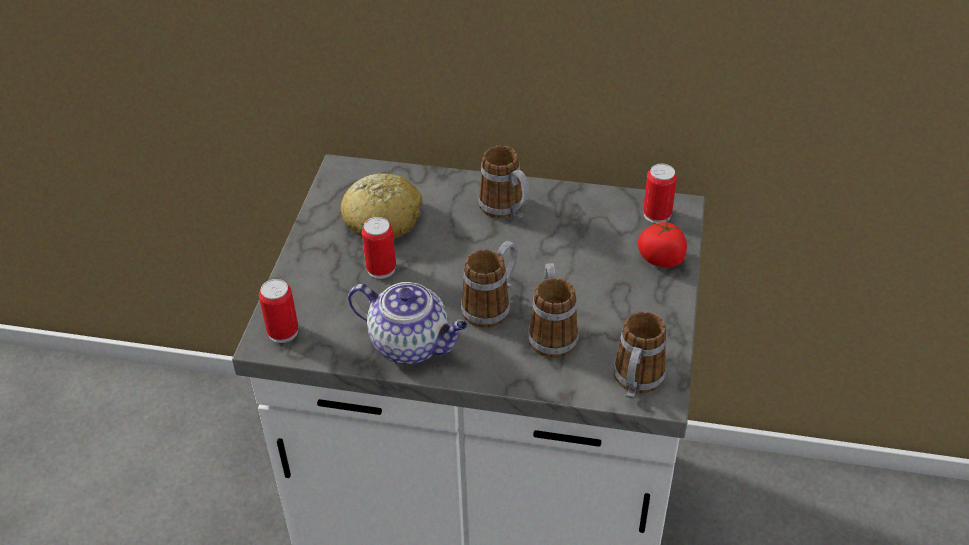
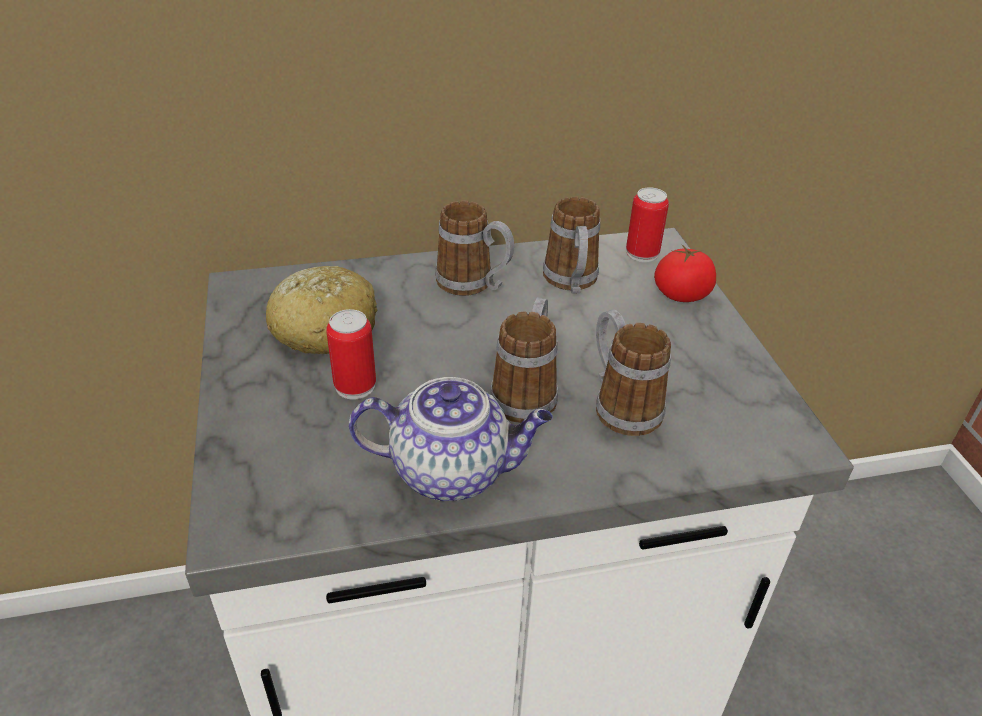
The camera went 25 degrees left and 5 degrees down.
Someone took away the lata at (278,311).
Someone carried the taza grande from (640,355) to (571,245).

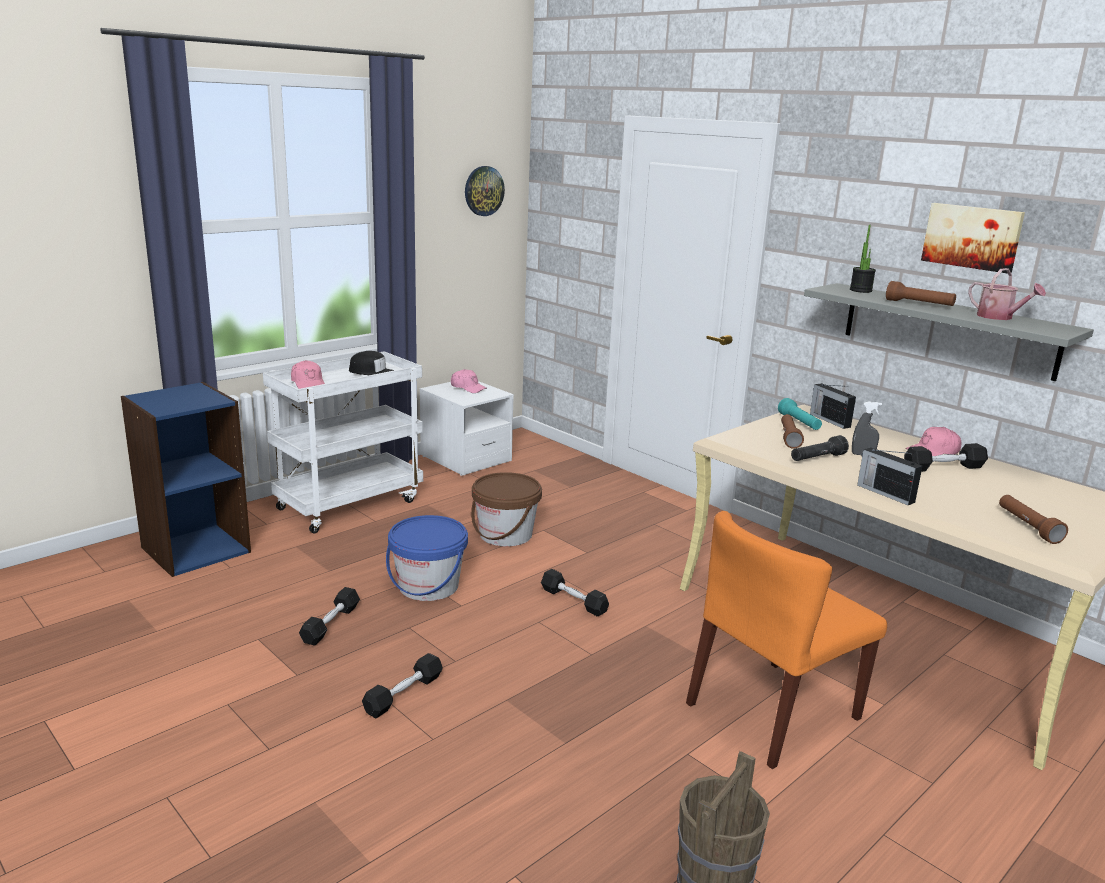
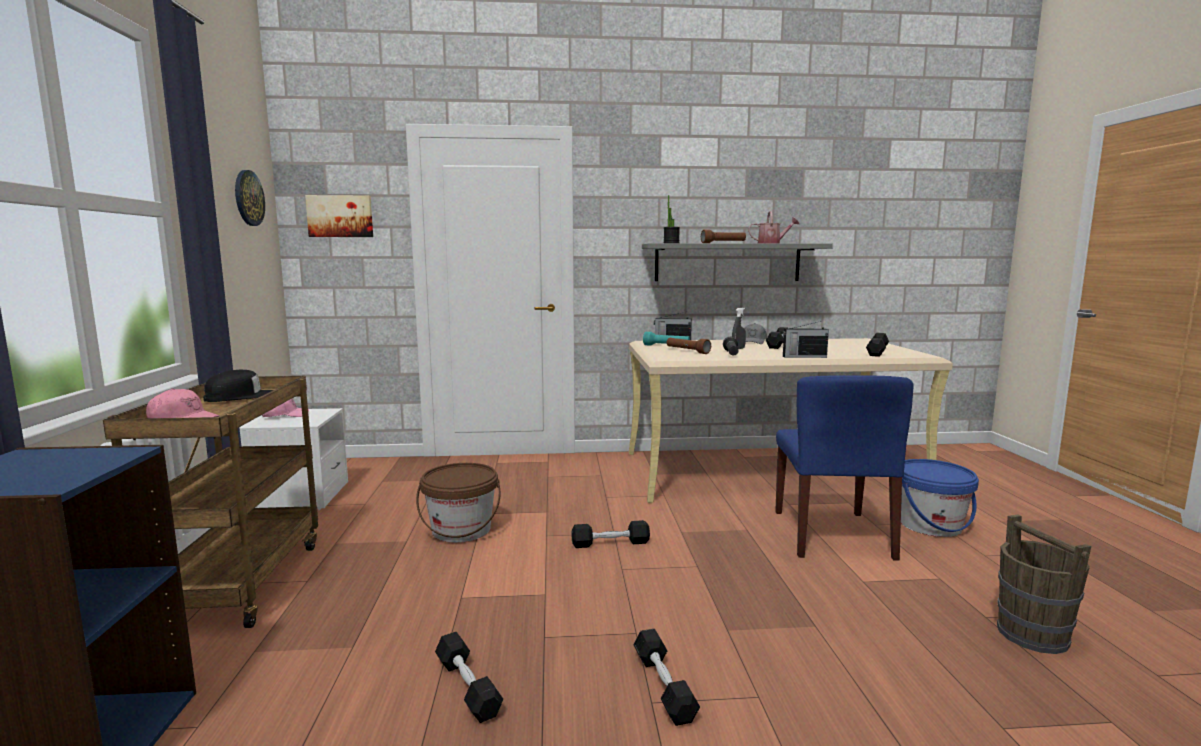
The camera went 50 degrees left and 10 degrees down.
Someone repainted the carrito/blanco at (343,442), which became the carrito/marrón at (210,502).
Someone carried the cubo/azul from (427,558) to (940,498).
Someone repainted the silla/naranja at (786,640), which became the silla/azul at (844,468).
Someone repainted the gorra/rosa at (933,441), which became the gorra/gris at (755,333).
Someone carried the cuadro from (973,238) to (339,216).
Someone swapped the linterna/marrón at (1033,519) for the mancuerna/negro at (877,345).

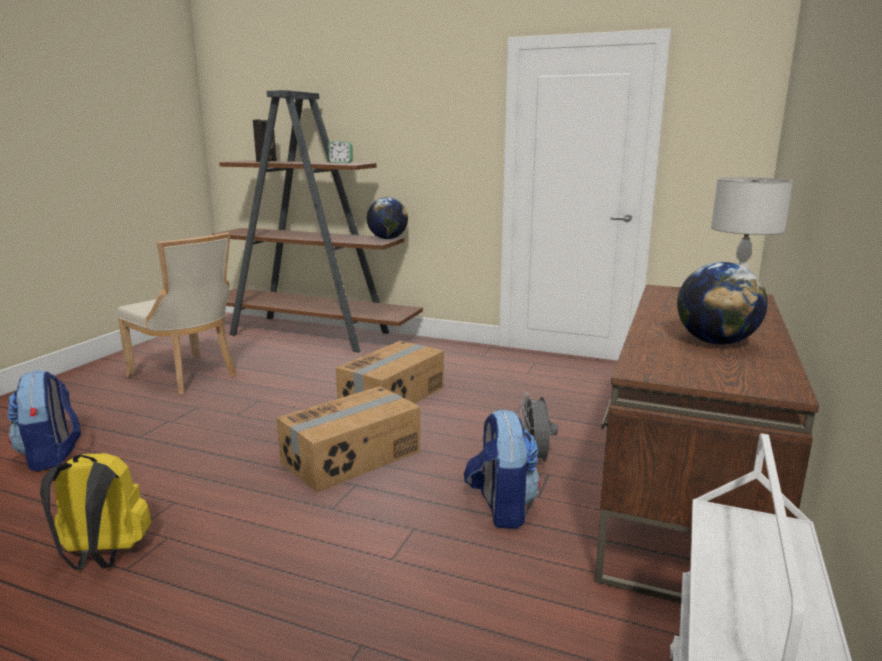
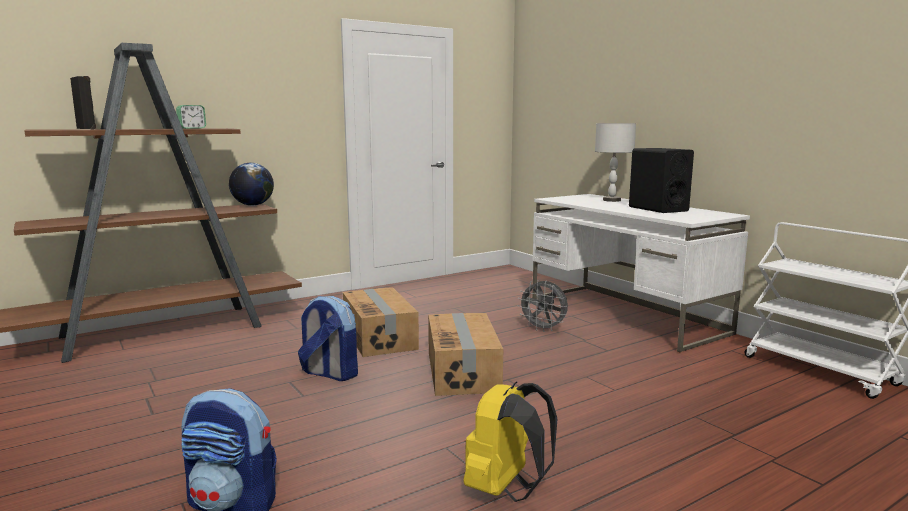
The camera went 55 degrees left and 5 degrees down.
Someone took away the silla/beis at (176,313).
Someone carried the mochila from (502,469) to (328,338).
Someone repainted the escritorio/marrón at (706,444), which became the escritorio/blanco at (641,273).
Someone swapped the globo terráqueo at (722,303) for the altavoz/negro at (661,180).

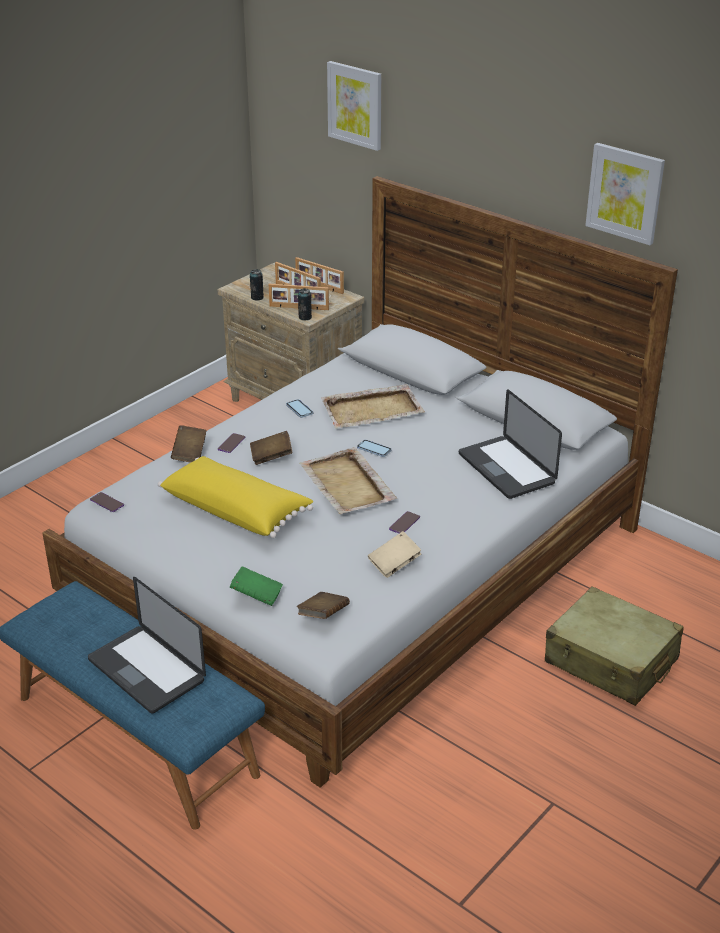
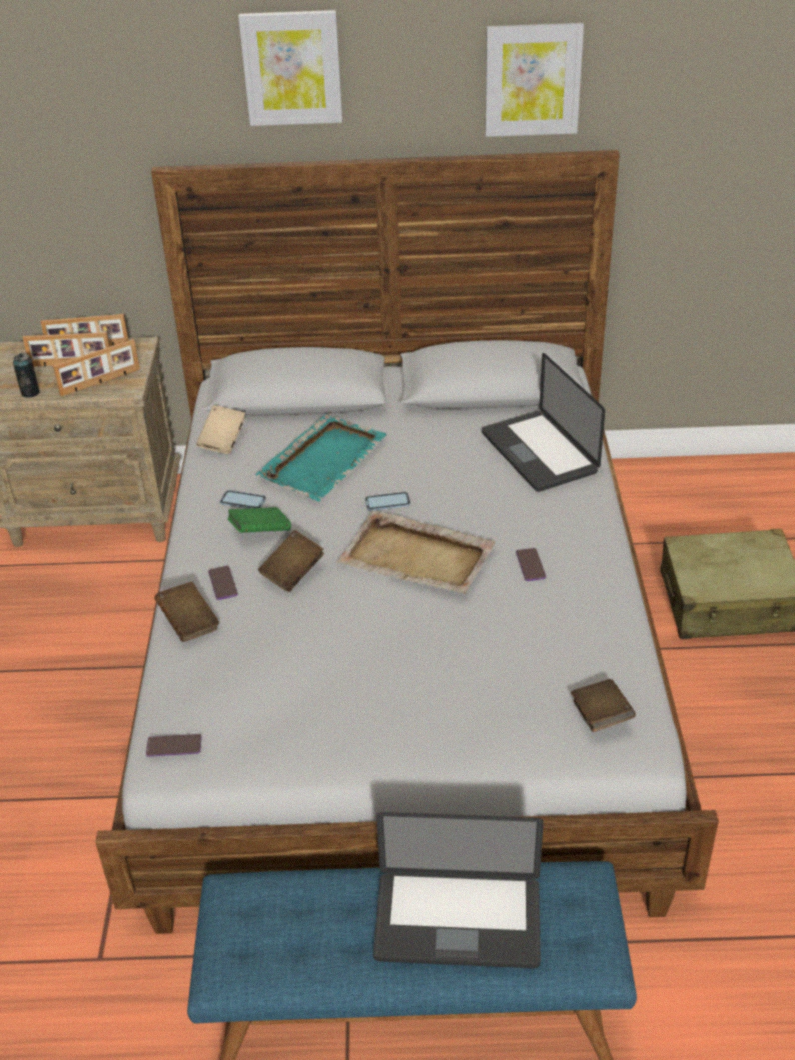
The camera went 40 degrees left and 5 degrees up.
Someone took away the cojín/amarillo at (235,497).
Someone carried the libro/verde from (256,586) to (259,520).
Someone took away the lata at (305,304).
Someone repainted the bandeja/beis at (373,406), which became the bandeja/turquesa at (321,457).
Someone carried the cuadro from (354,106) to (290,68).
Someone carried the libro/beis from (395,554) to (220,429).
Someone rotated the portátil at (510,444) by 45 degrees clockwise.

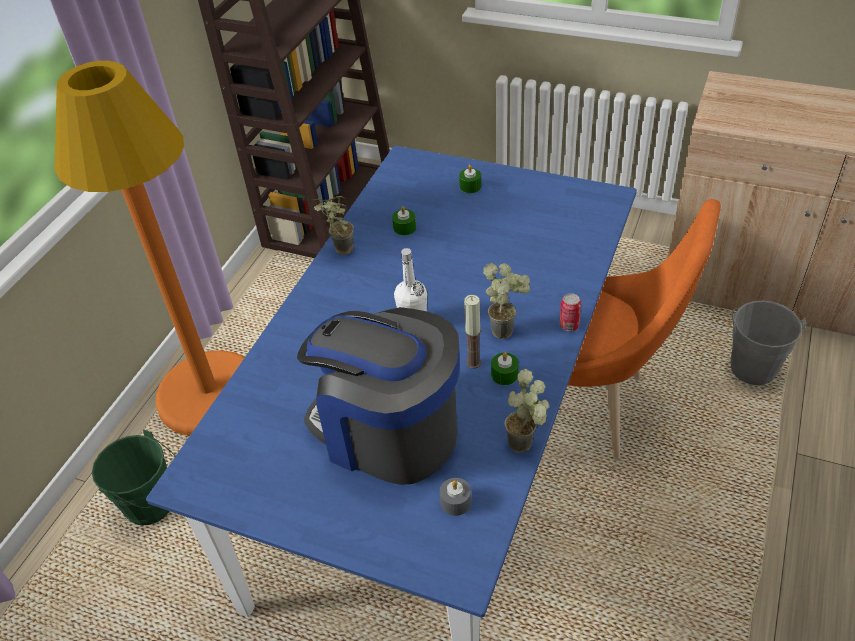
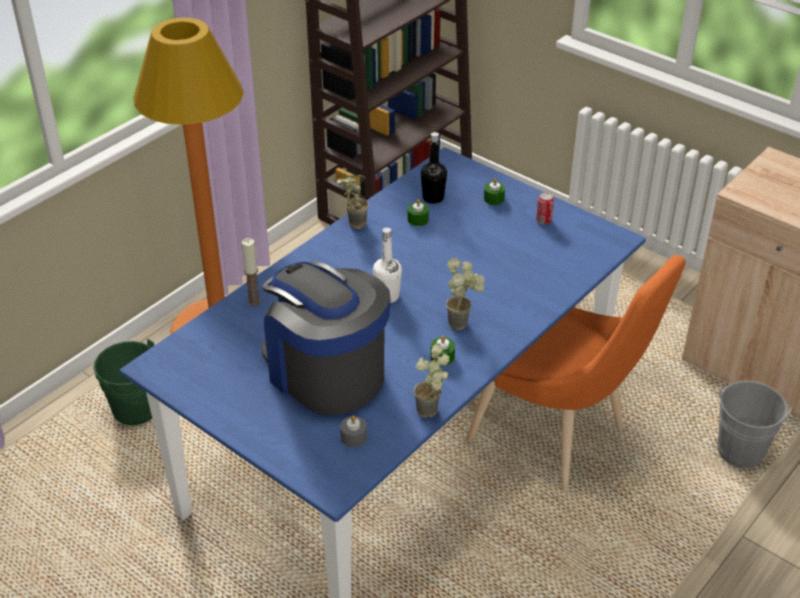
The camera went 15 degrees right and 5 degrees down.
Someone carried the vela from (473,332) to (251,272).
Someone carried the lata from (570,312) to (545,208).
Someone put down the botella/negro at (434,168).

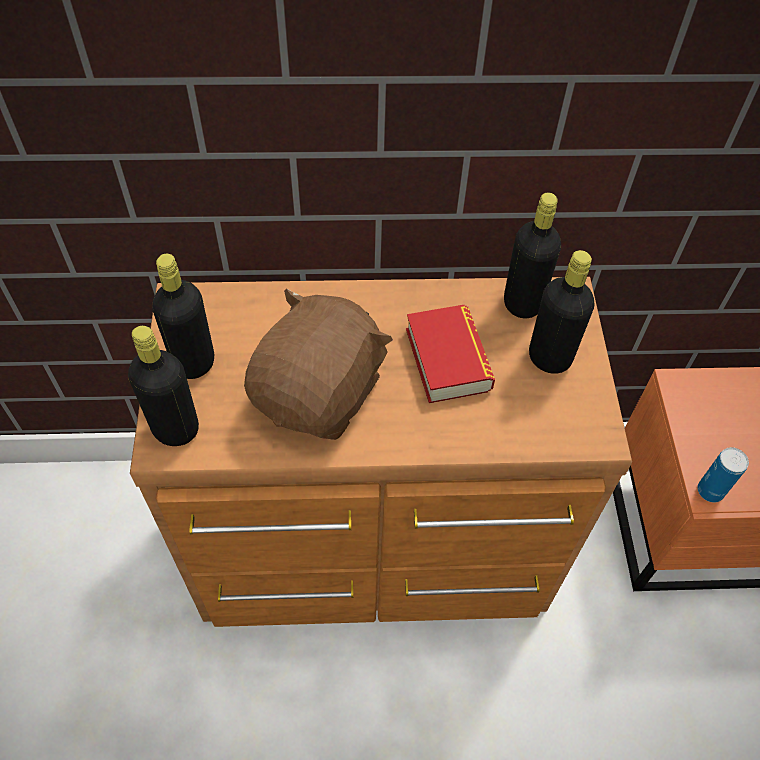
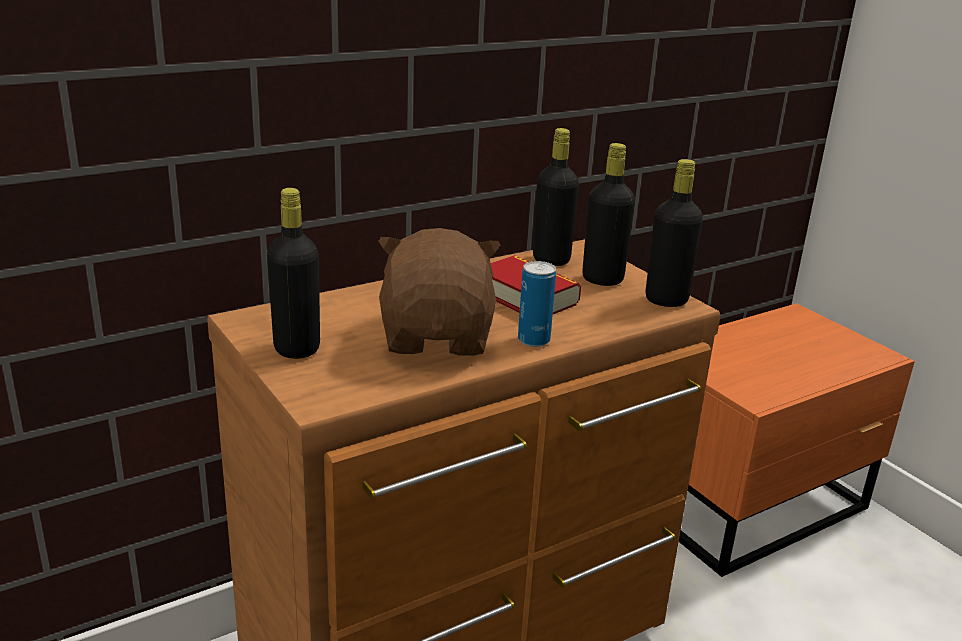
The camera went 30 degrees left and 30 degrees down.
Someone carried the botella/negro from (163,386) to (674,233).
Someone carried the lata from (723,475) to (537,304).

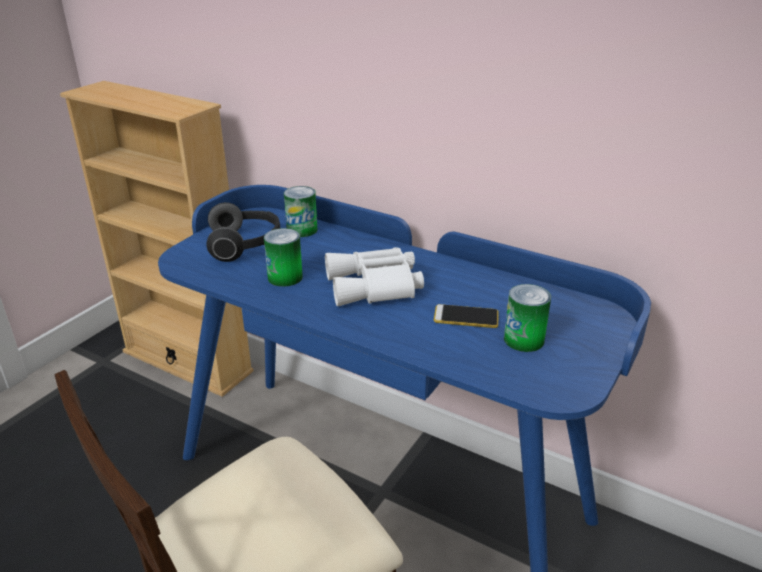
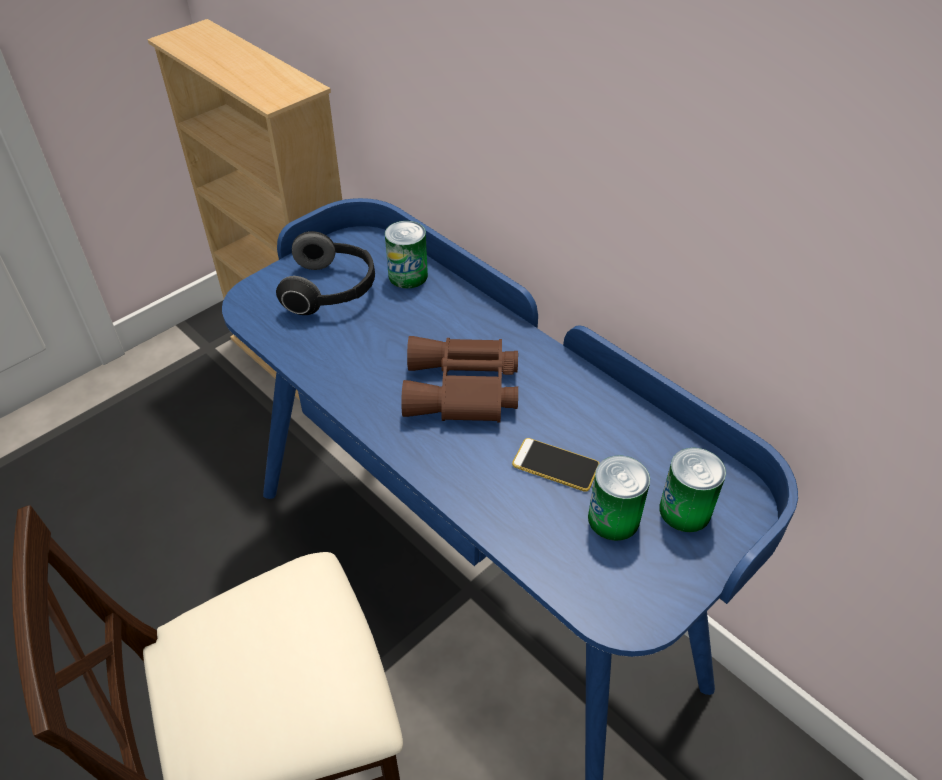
The camera went 15 degrees right and 15 degrees up.
Someone carried the lata from (283,257) to (692,490).
Someone repainted the prismáticos/blanco at (374,276), which became the prismáticos/marrón at (459,379).

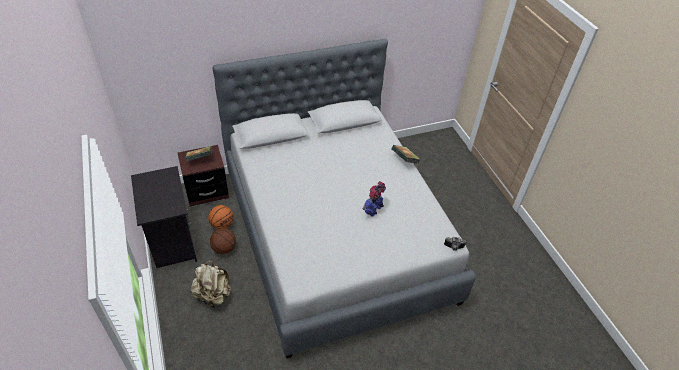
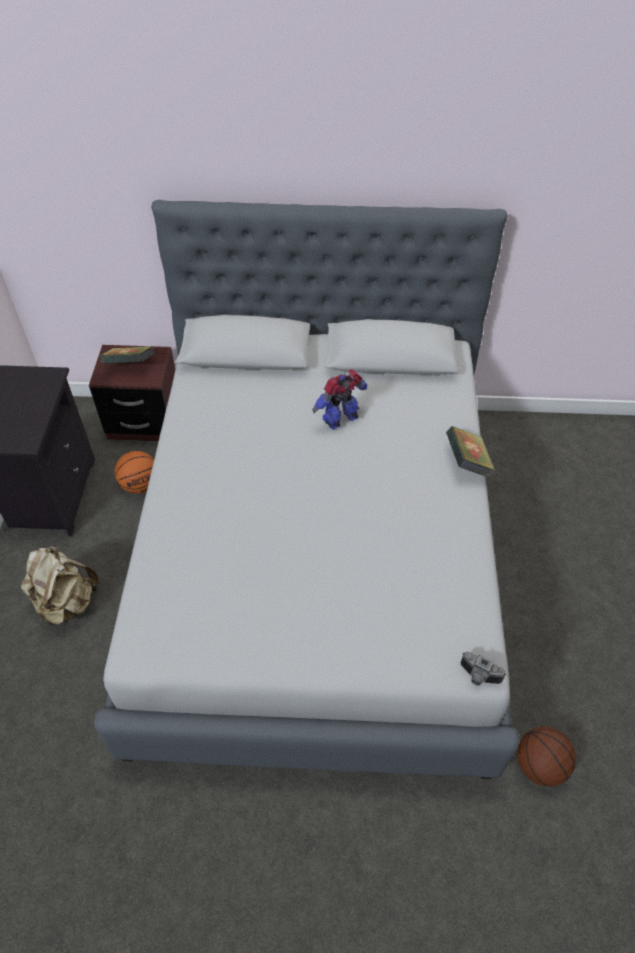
The camera went 25 degrees right and 5 degrees up.
Someone carried the balón de baloncesto from (223,241) to (546,757).
Someone carried the robot de juguete from (374,199) to (340,399).

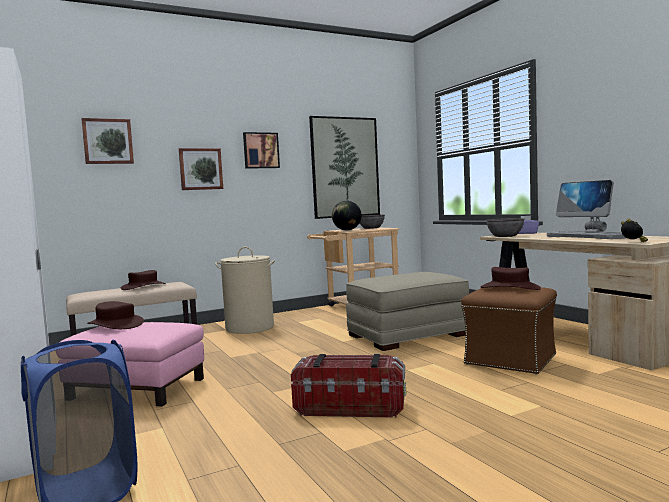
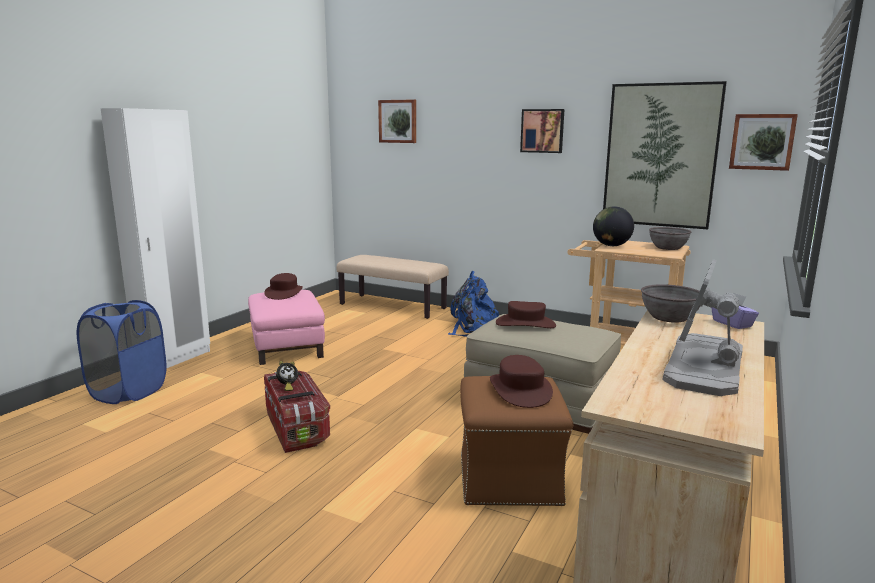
The camera went 55 degrees right and 10 degrees up.
Someone carried the sombrero/marrón from (143,280) to (526,314).
Someone carried the cuadro from (201,169) to (763,142).
Someone swapped the cesto de la ropa/beis at (245,290) for the mochila/azul at (473,303).
Someone carried the despertador from (634,230) to (287,376).

